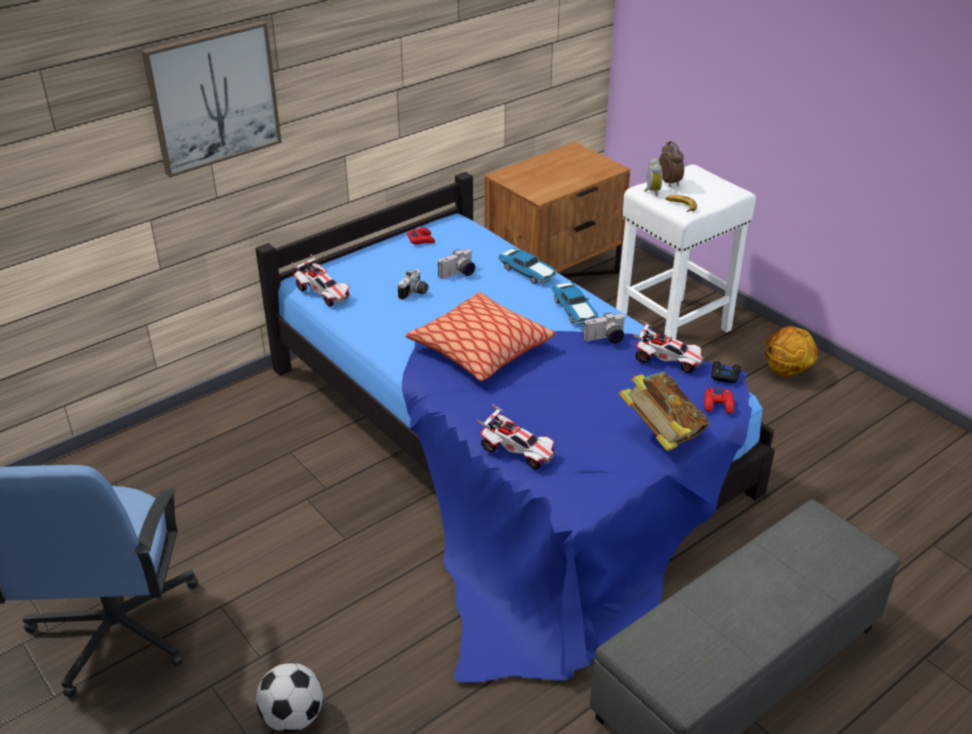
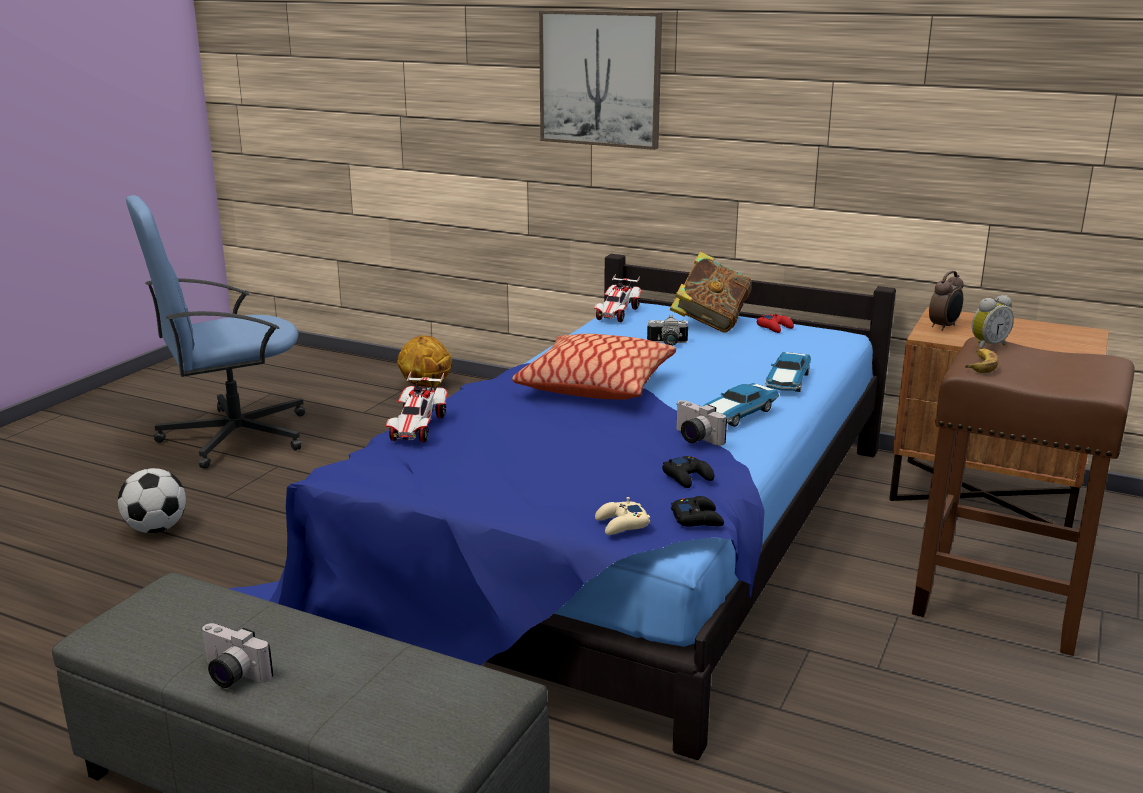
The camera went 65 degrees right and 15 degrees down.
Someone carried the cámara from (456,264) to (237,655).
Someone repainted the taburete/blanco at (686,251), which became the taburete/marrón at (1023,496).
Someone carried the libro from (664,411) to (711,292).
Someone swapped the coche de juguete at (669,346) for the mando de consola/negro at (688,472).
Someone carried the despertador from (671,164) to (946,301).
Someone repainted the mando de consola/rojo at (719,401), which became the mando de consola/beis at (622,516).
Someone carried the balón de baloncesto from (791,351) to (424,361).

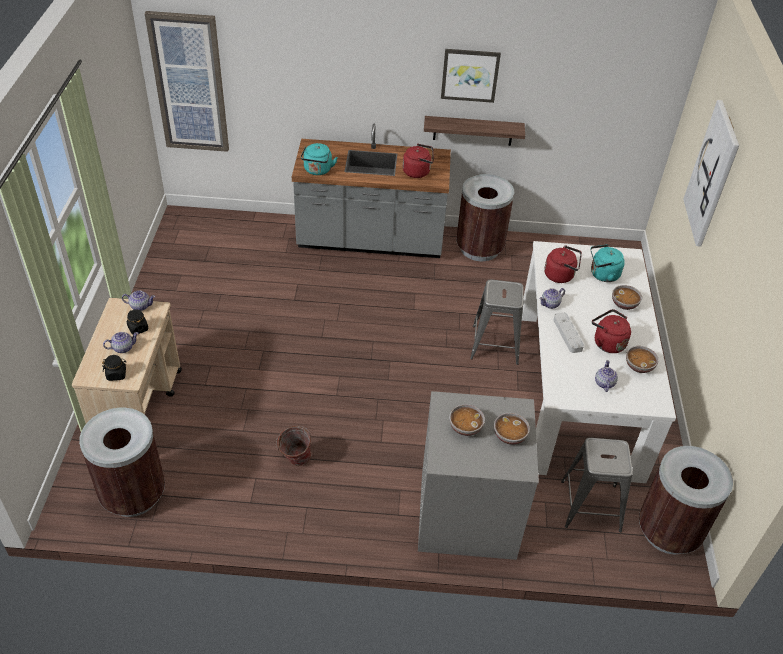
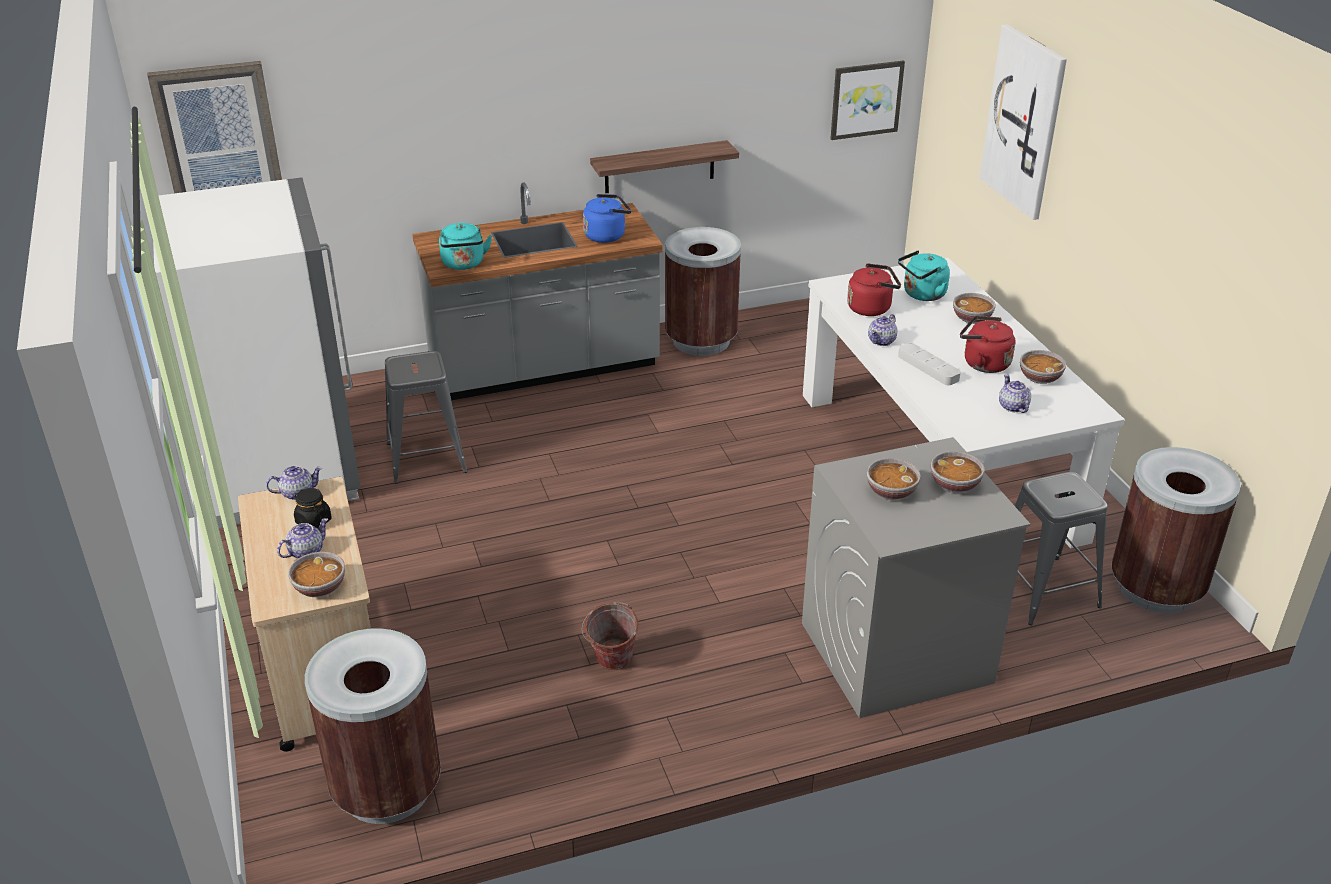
The camera went 20 degrees left and 10 degrees down.
Someone swapped the tarro/negro at (114,368) for the cuenco at (316,574).
Someone repainted the hervidor/rojo at (418,161), which became the hervidor/azul at (607,218).
Someone carried the cuadro from (471,76) to (867,100).
Someone carried the taburete/gris from (497,322) to (426,417).
Someone put down the nevera/blanco at (257,352).

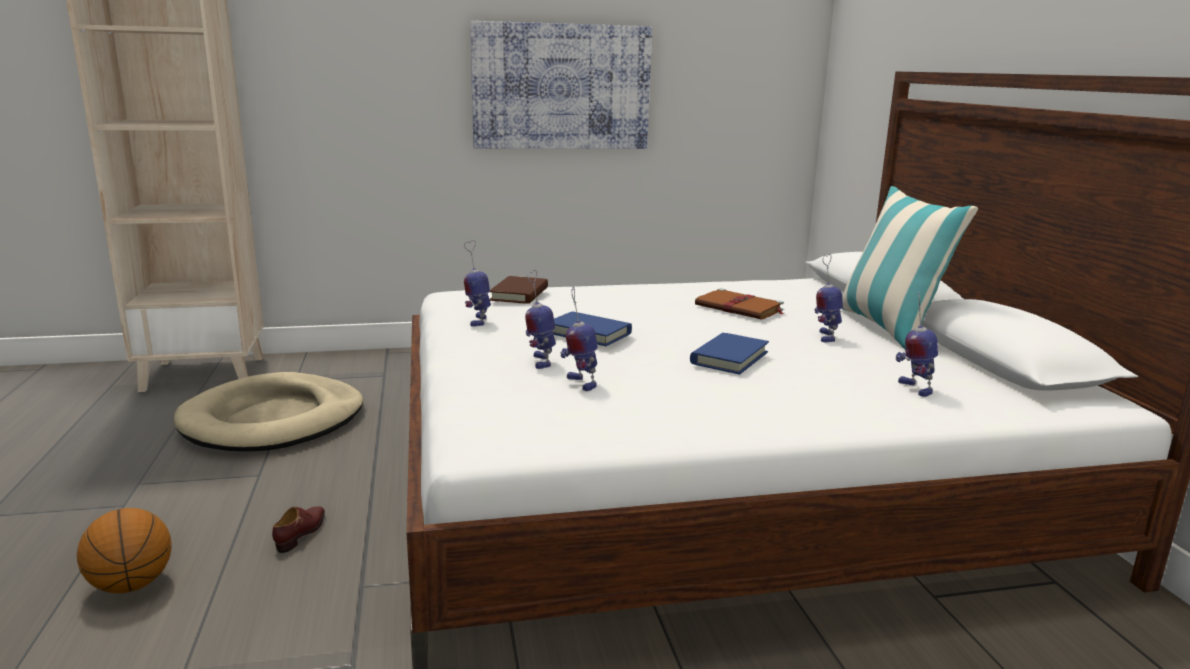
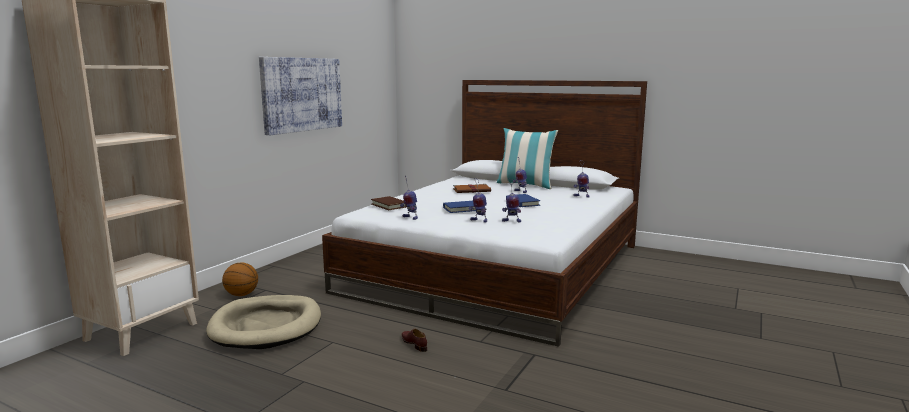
The camera went 50 degrees left and 5 degrees down.
Someone carried the balón de baloncesto from (124,550) to (240,279).

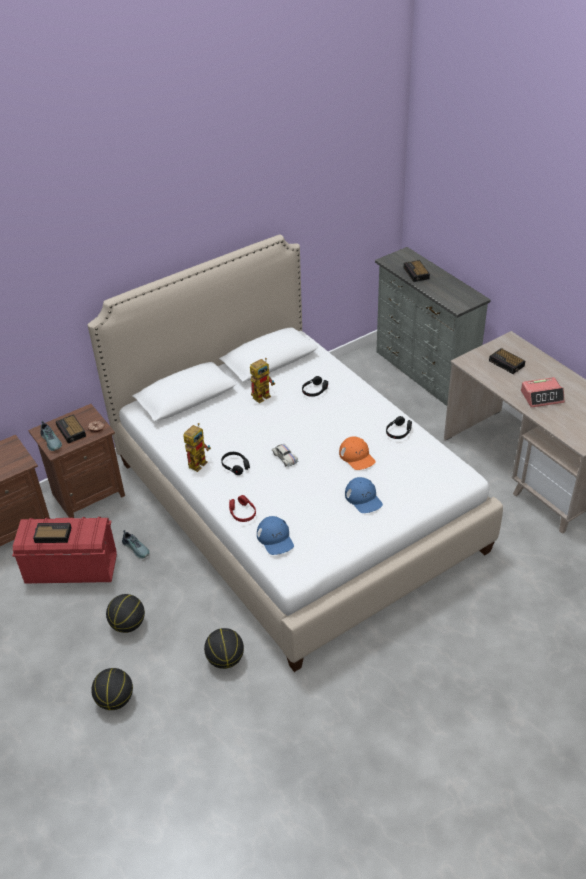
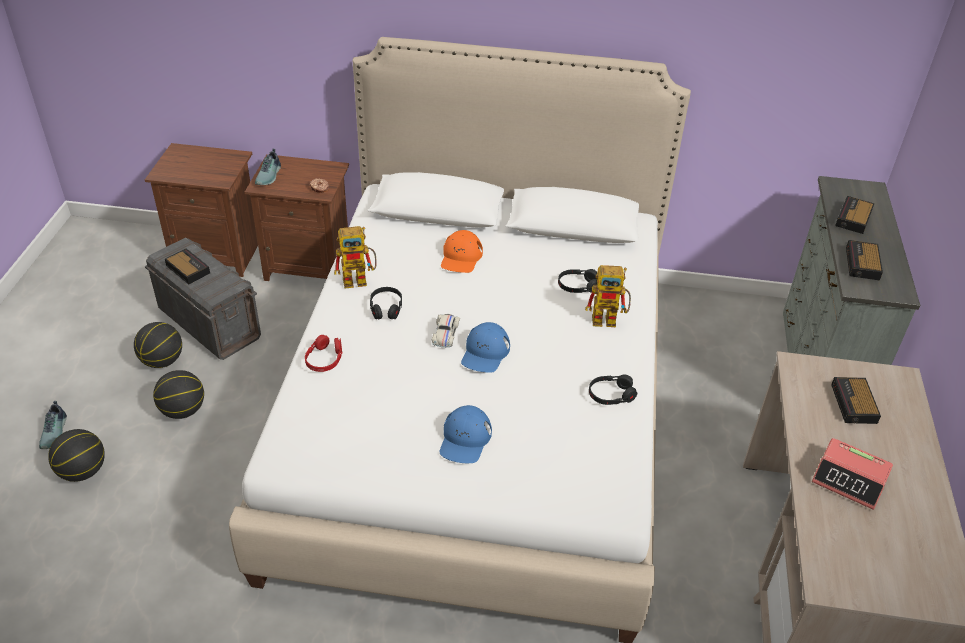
The camera went 40 degrees right and 0 degrees up.
Someone repainted the caja de almacenaje/rojo at (64,550), which became the caja de almacenaje/gris at (203,299).
Someone carried the despertador from (71,429) to (864,260).
Someone carried the zapato from (136,544) to (53,425).
Someone carried the balón de baloncesto from (224,648) to (158,345).
Someone carried the robot de juguete from (262,380) to (608,296).
Someone carried the gorra/azul from (275,535) to (485,347).
Someone carried the gorra/naranja from (357,453) to (462,251).

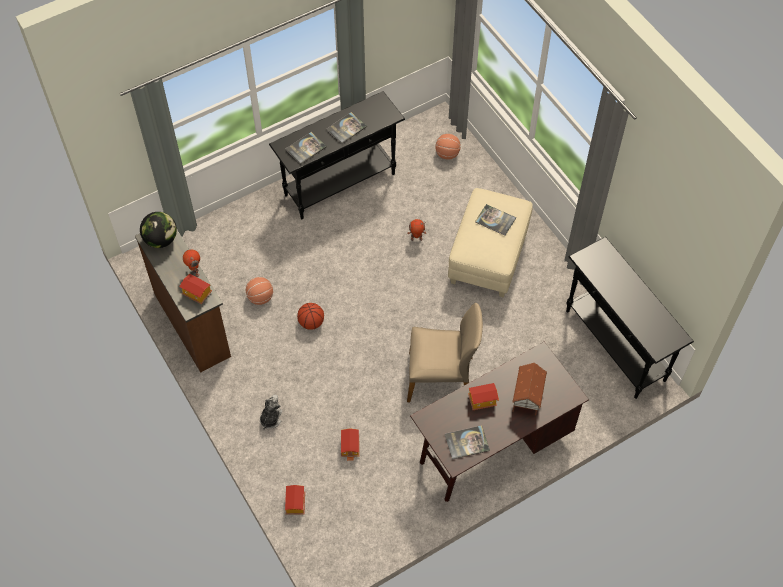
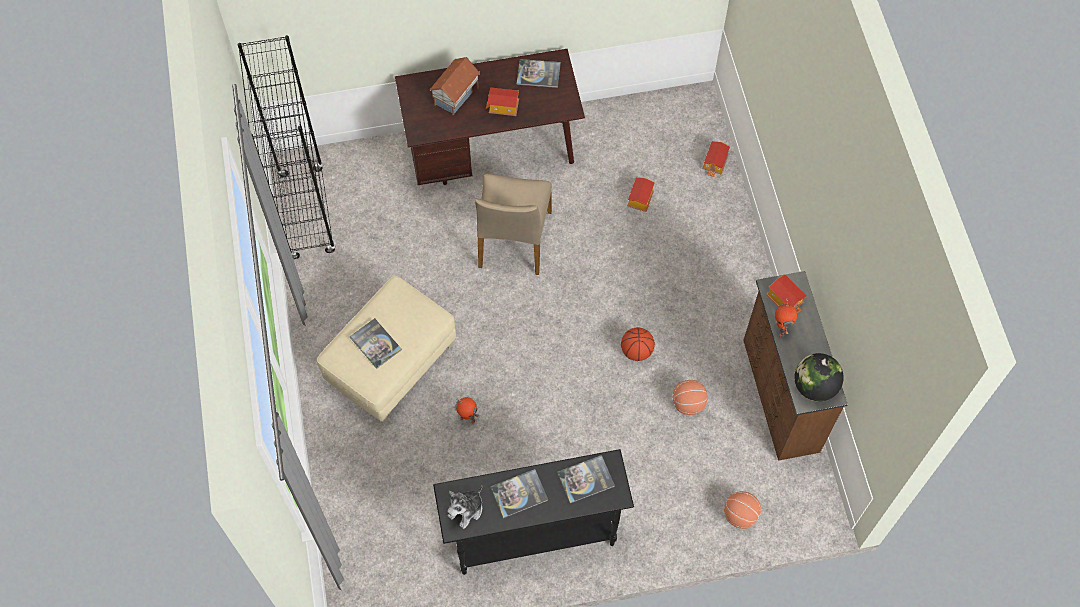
The camera went 160 degrees left and 5 degrees up.
Someone carried the peluche from (271,412) to (464,507).
Someone rotated the silla/beis at (445,352) by 105 degrees counterclockwise.
Someone carried the balón de baloncesto from (448,147) to (742,510).
Someone swapped the mesa consola/negro at (630,318) for the estantería/negro at (286,147).

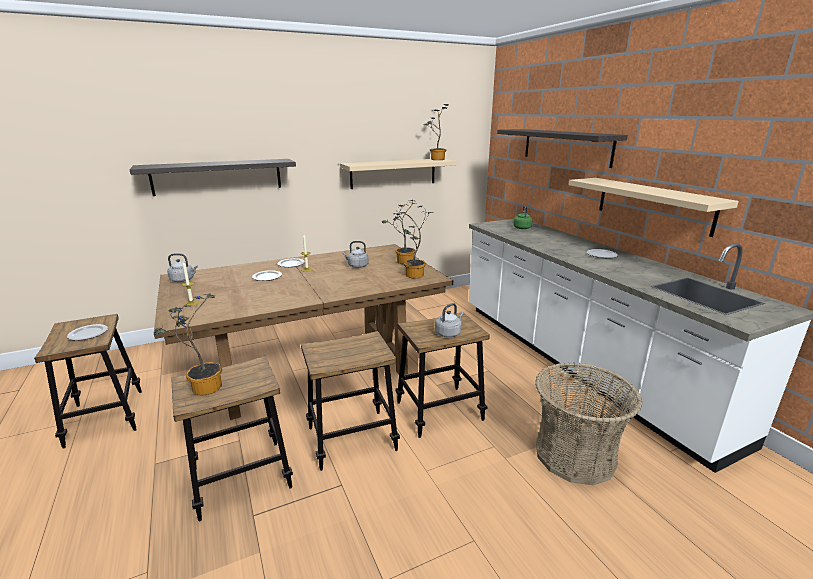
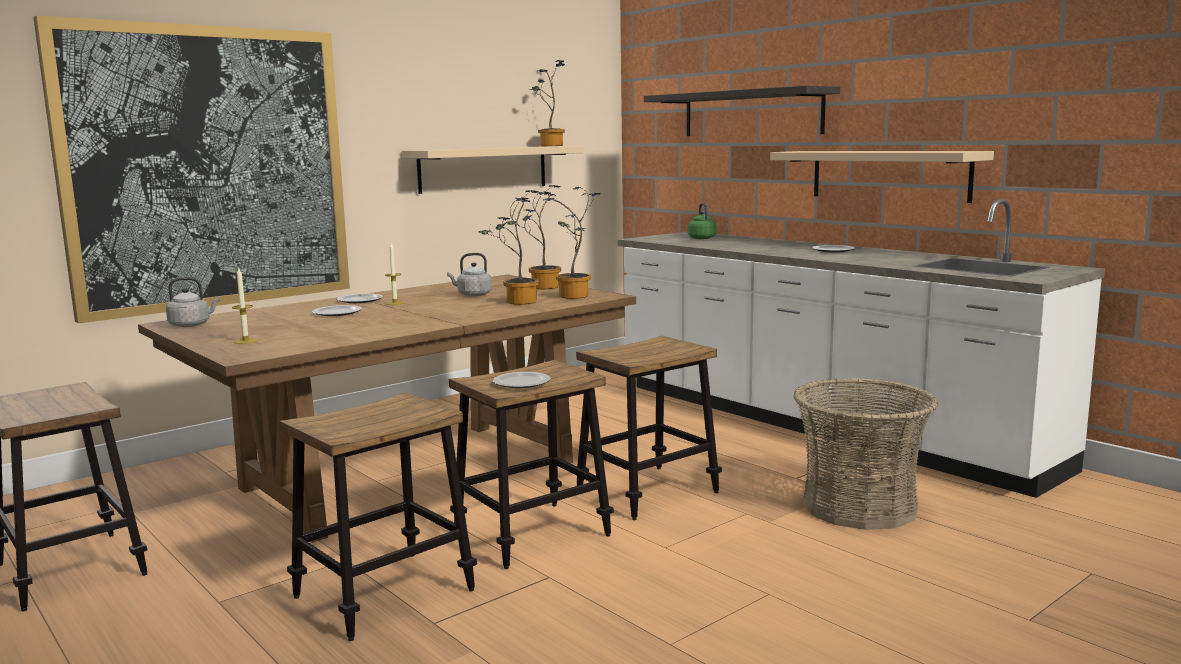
The camera went 15 degrees left and 10 degrees down.
Someone carried the plato from (87,332) to (521,380).
Someone swapped the estante at (213,177) for the cuadro at (191,170).
Someone carried the planta en maceta from (188,344) to (509,247).
Someone took away the hervidor/gris at (449,320).

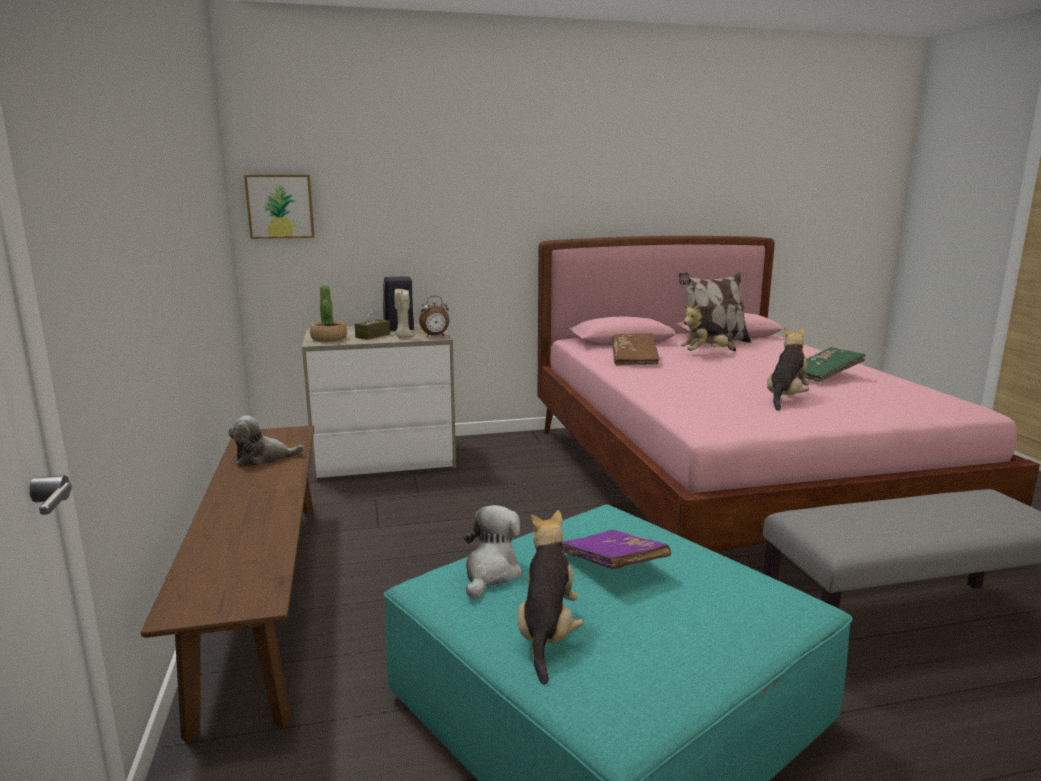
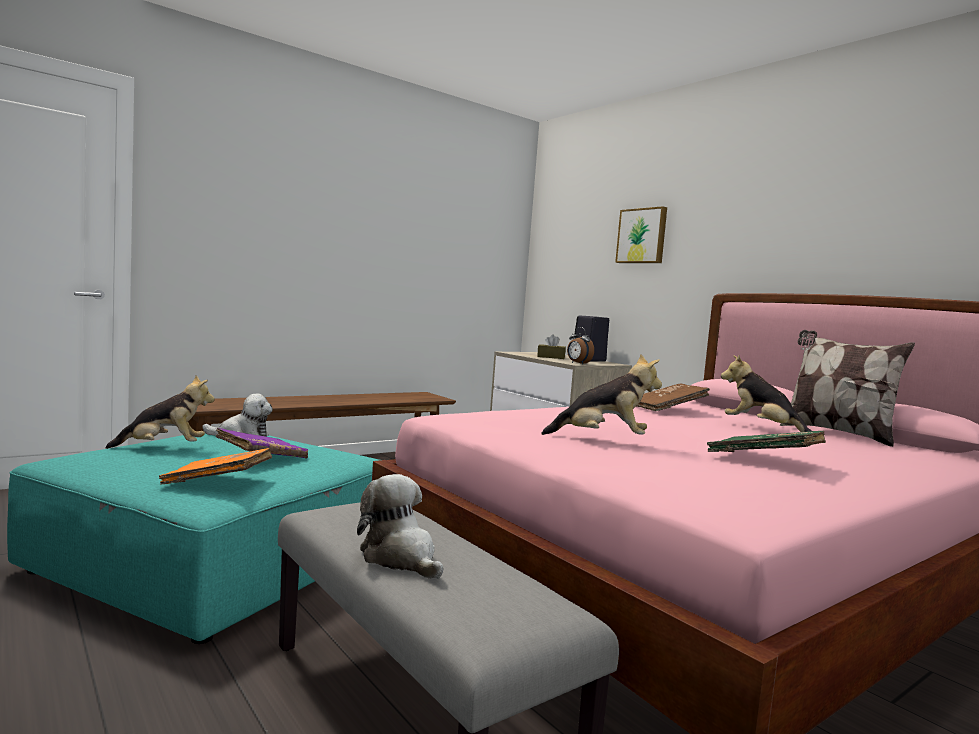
The camera went 65 degrees right and 10 degrees down.
Someone carried the peluche from (266,440) to (400,526).
Someone carried the cuadro from (279,207) to (641,234).
Someone took away the planta en maceta at (328,313).
Someone took away the vela/beis at (404,313).
Someone put down the libro/naranja at (215,466).

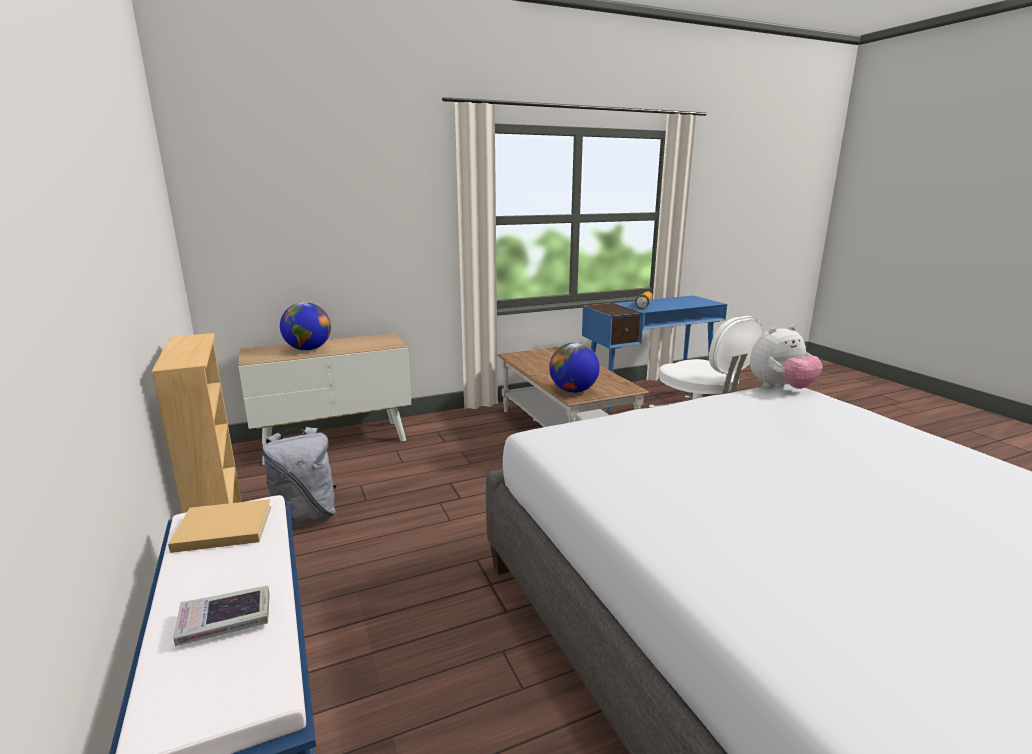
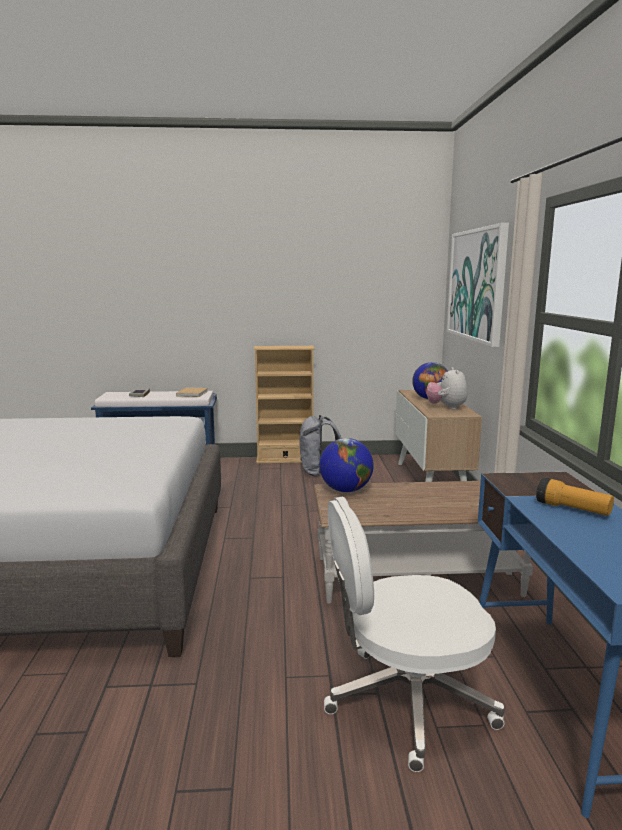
The camera went 110 degrees right and 5 degrees down.
Someone carried the peluche from (786,357) to (446,388).
Someone put up the cuadro at (477,285).

